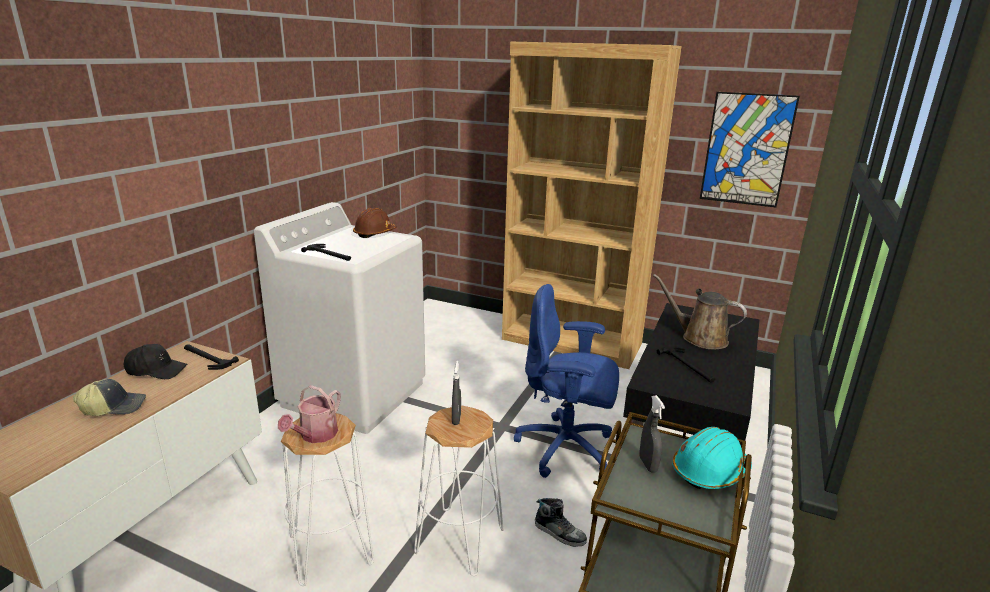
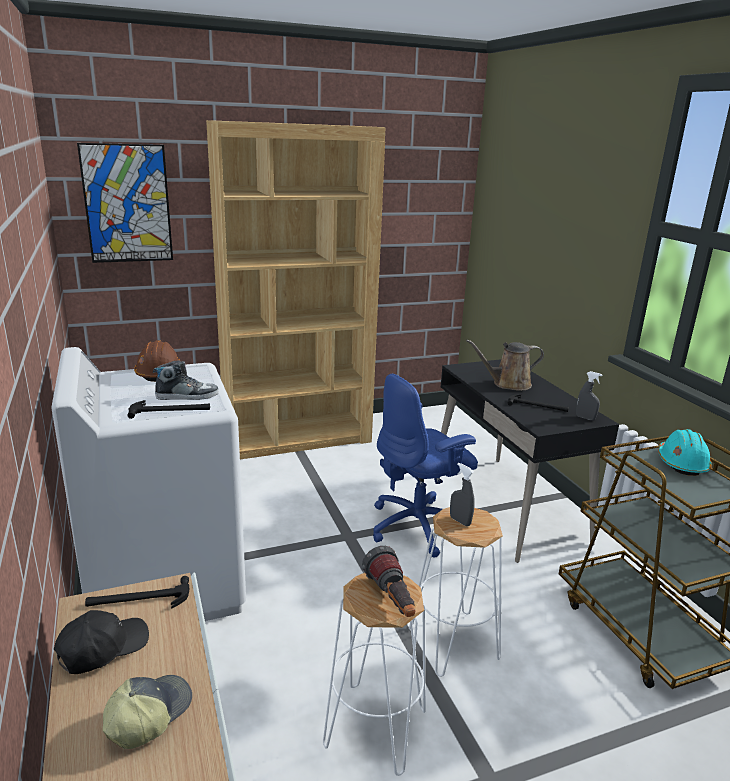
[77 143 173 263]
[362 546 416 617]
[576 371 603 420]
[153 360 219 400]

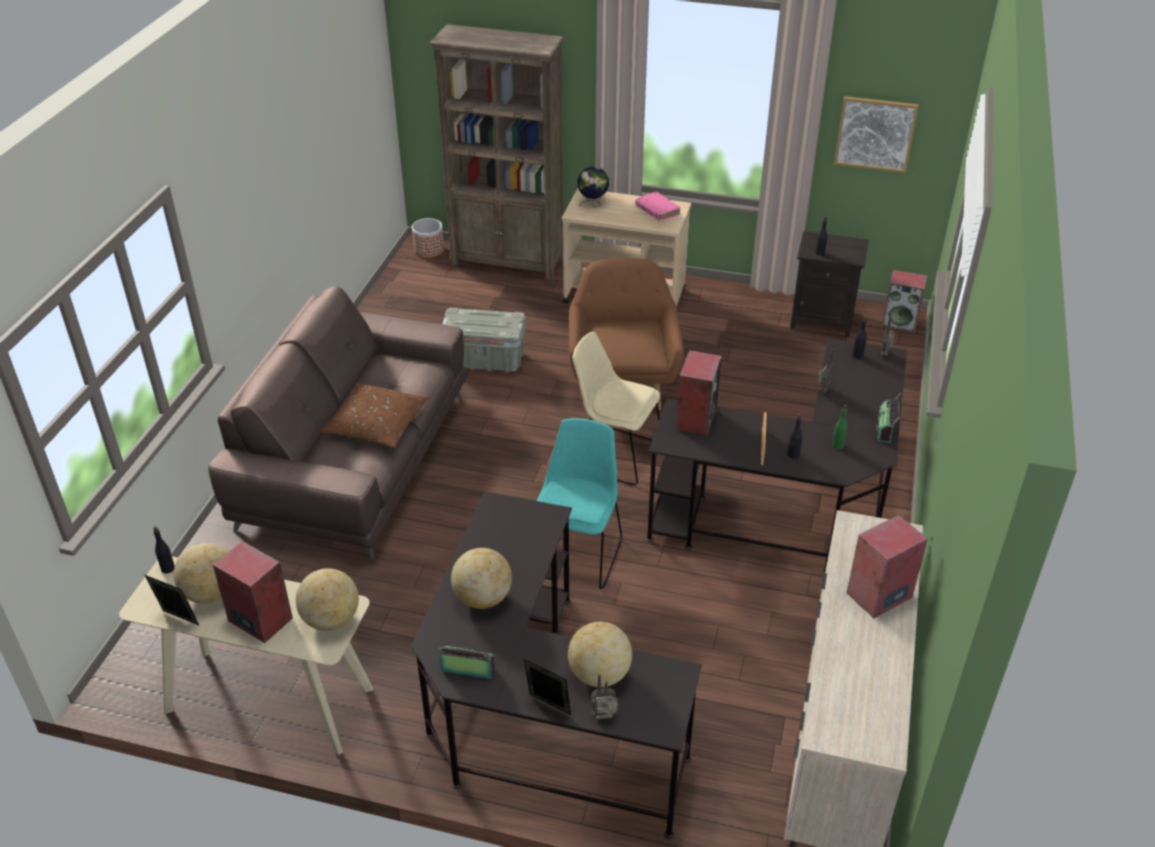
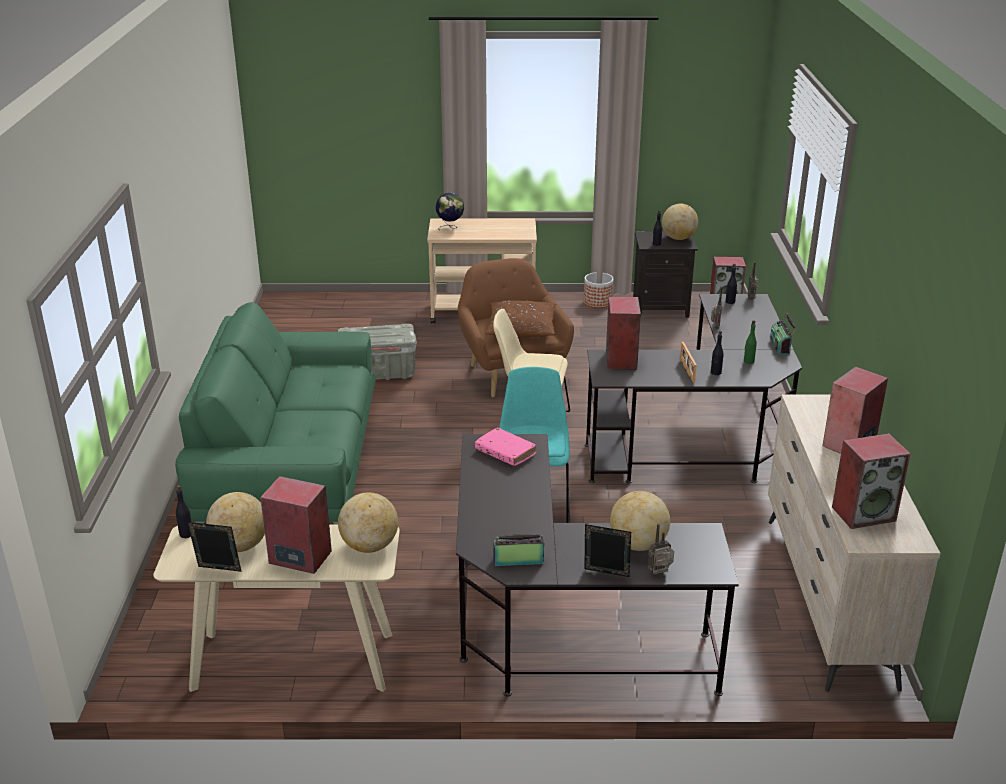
[429 24 564 281] (first image)
[834 96 919 173] (first image)
[475 428 536 466]
[584 272 613 308]
[175 302 376 525]
[486 300 556 337]
[662 204 698 240]
[832 433 910 529]

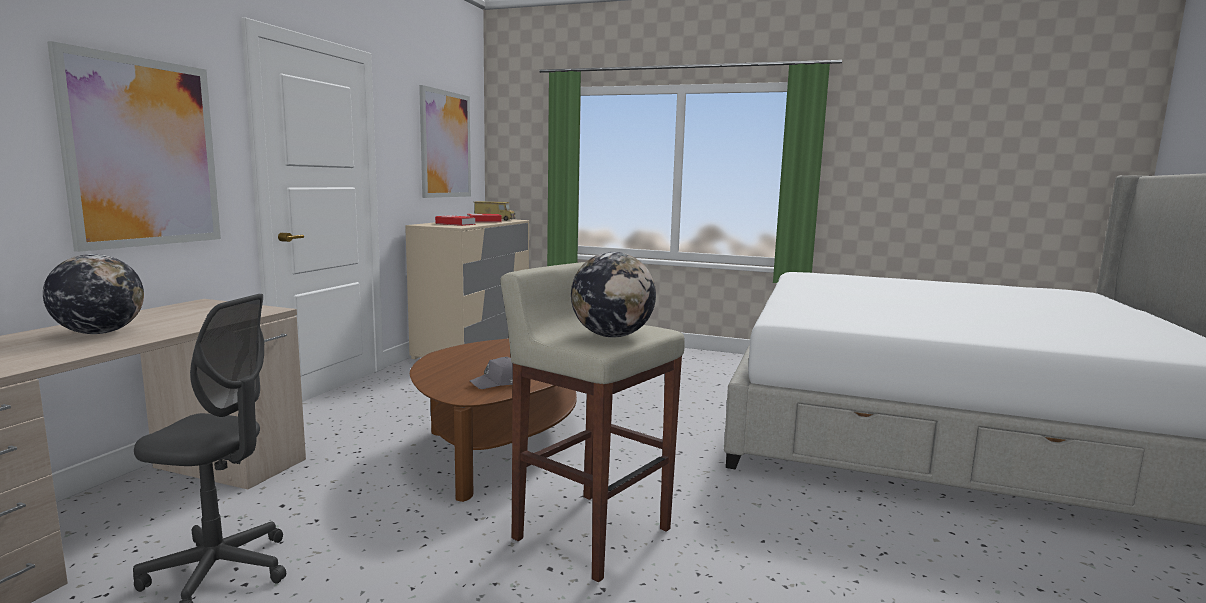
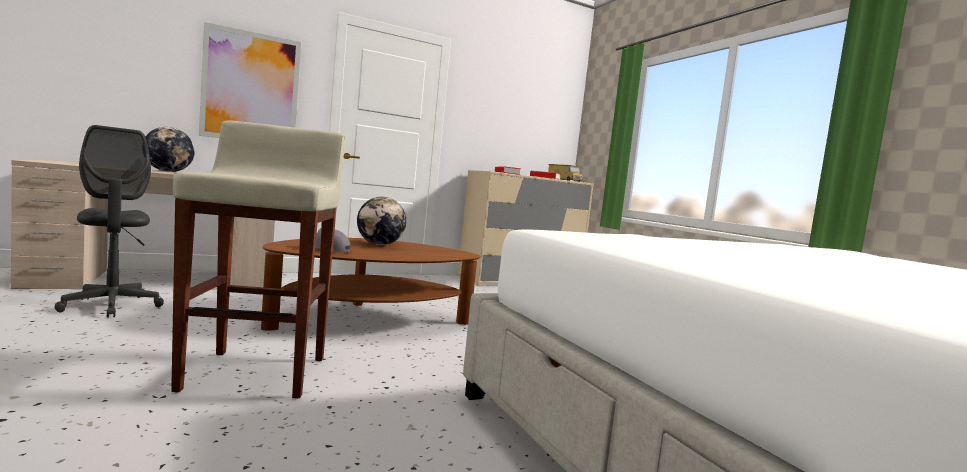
[419 85 471 198] (first image)
[357 197 406 245]

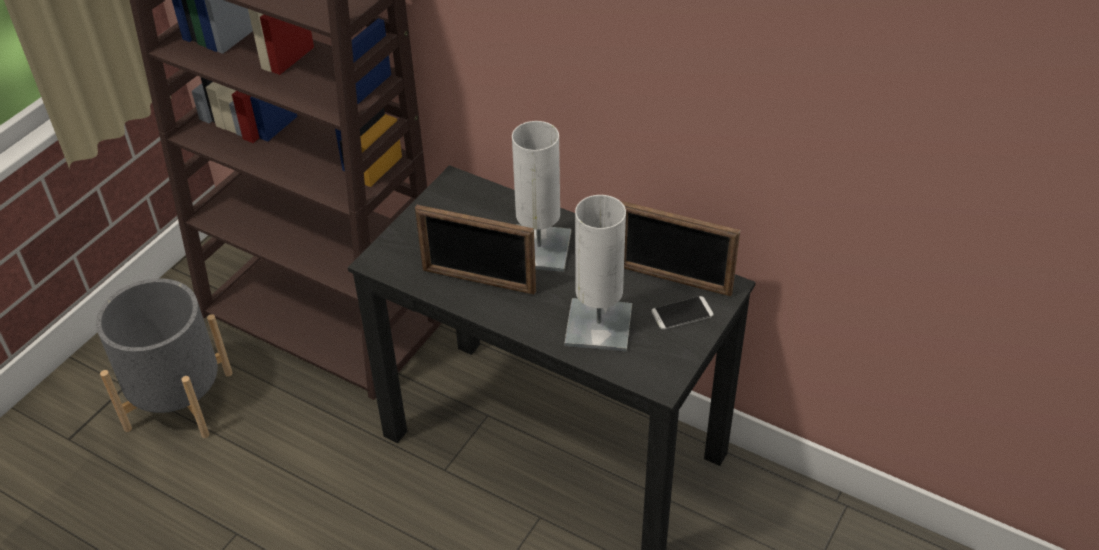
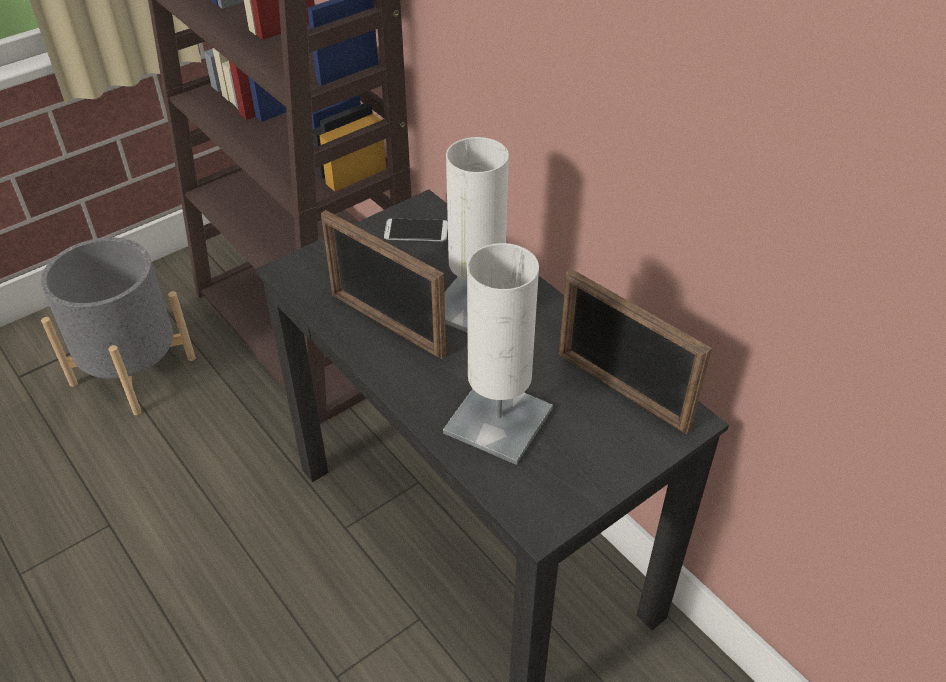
[384 219 448 241]

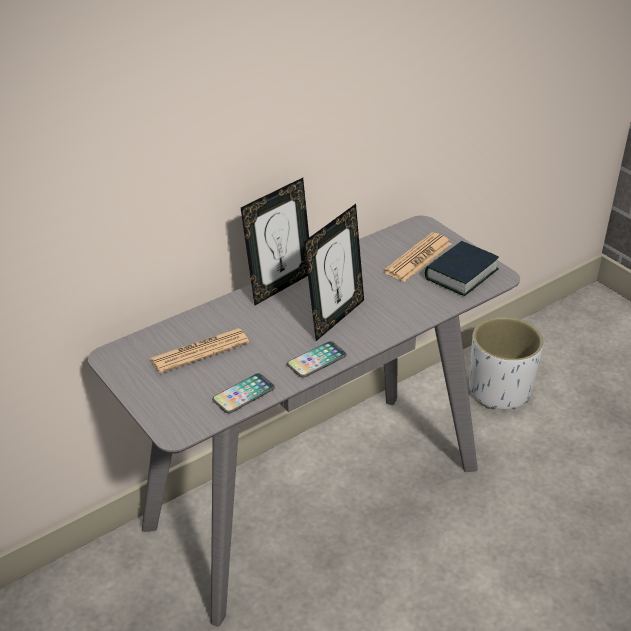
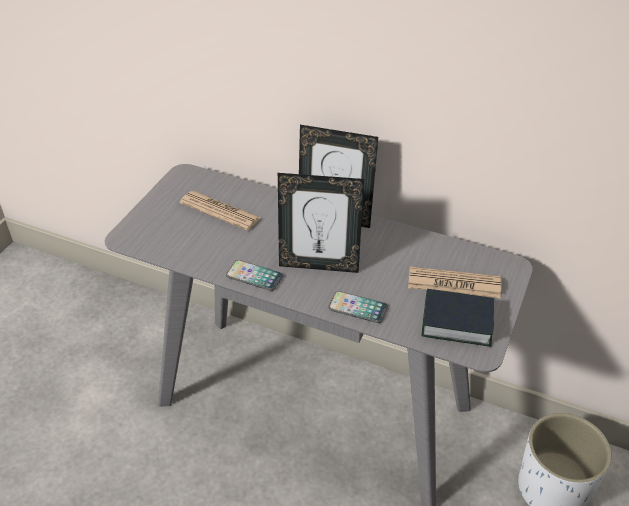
[328 291 388 323]

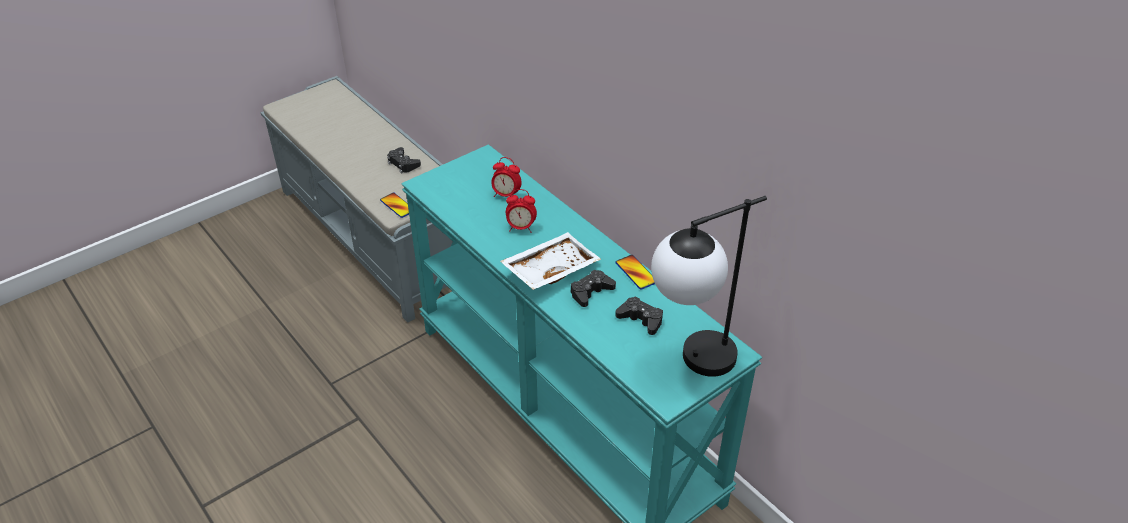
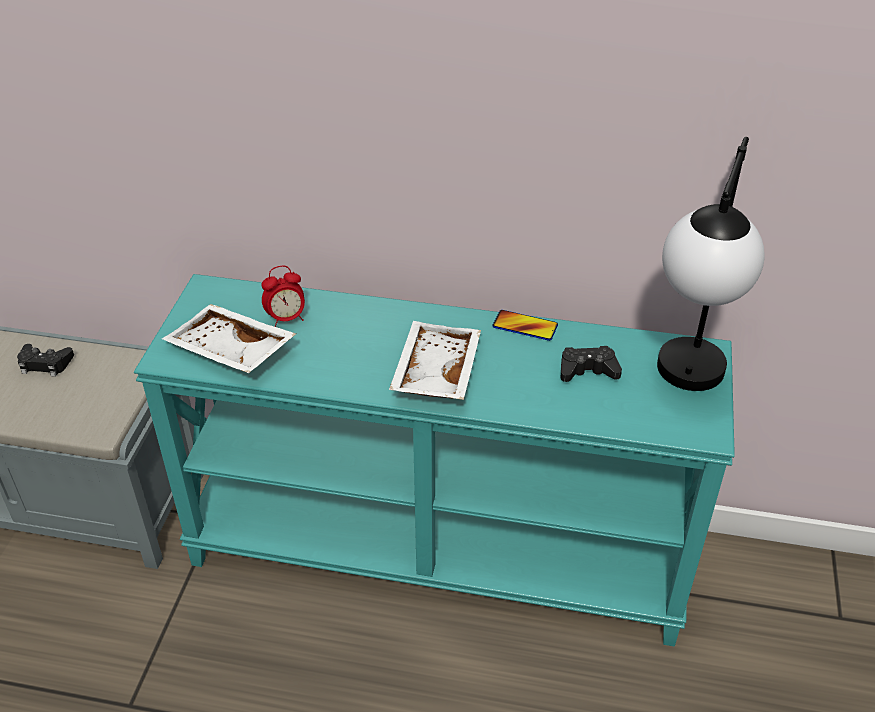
[506 189 537 233] (first image)
[380 193 409 218] (first image)
[571 270 616 307] (first image)
[162 304 296 373]

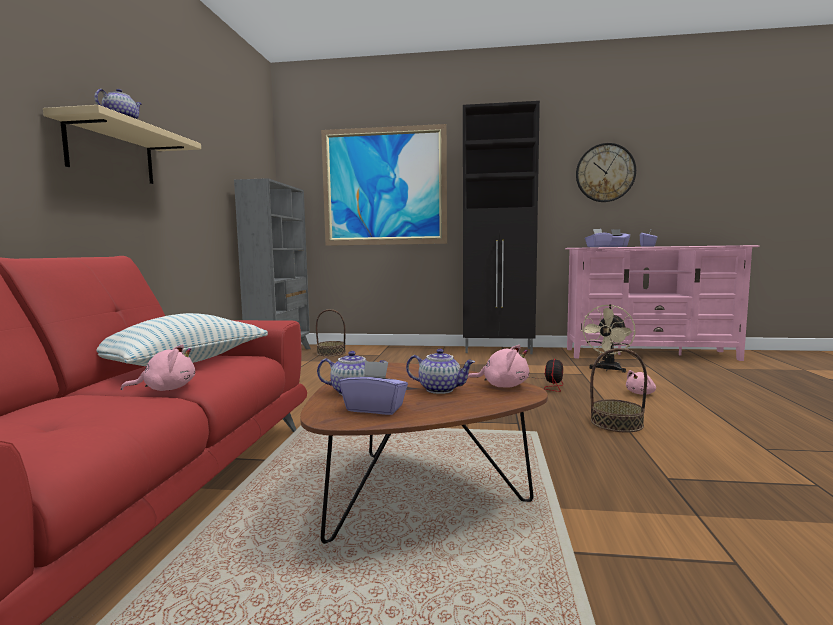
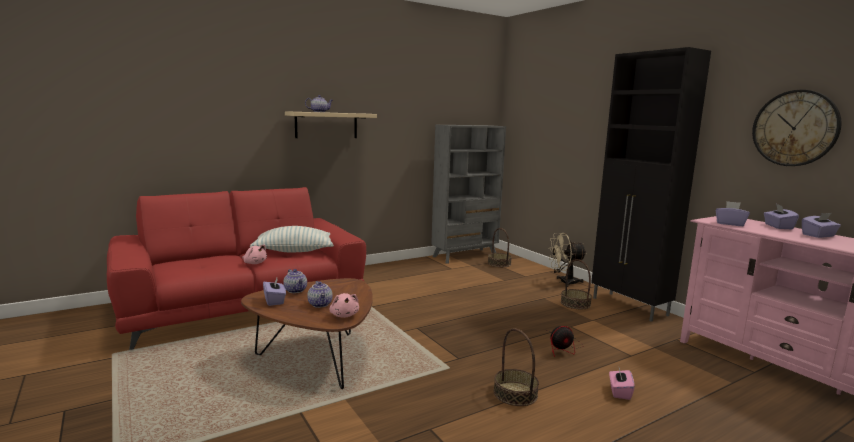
[321 124 447 246] (first image)
[548 233 586 287]
[609 368 635 400]
[560 259 592 309]

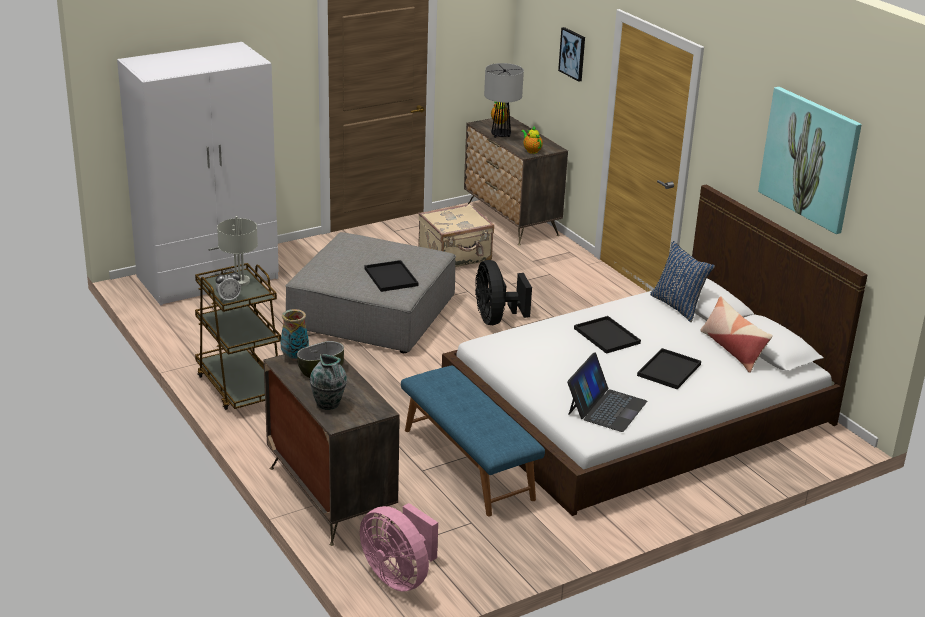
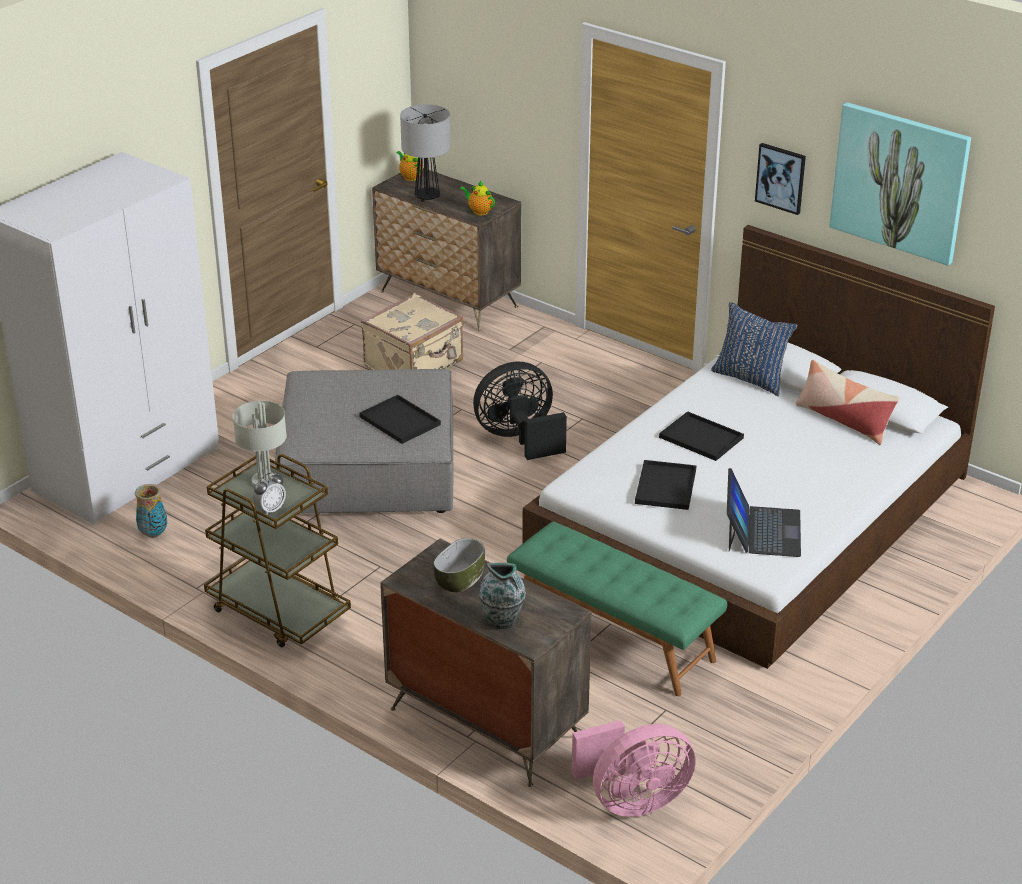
[755 143 806 215]
[473 361 567 460]
[135 484 167 538]
[635 460 697 510]
[507 522 727 696]
[572 720 696 817]

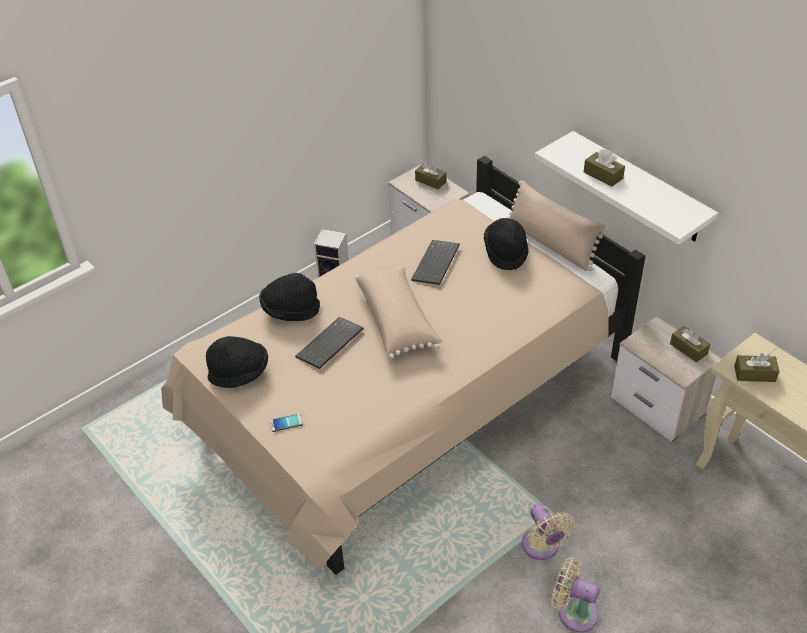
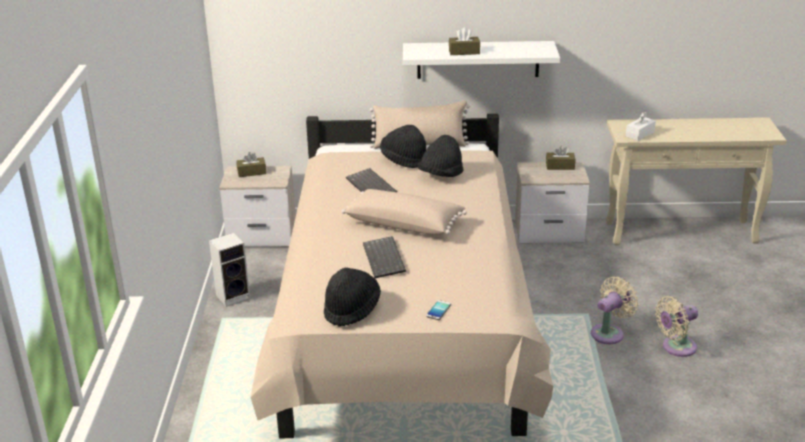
[417 135 463 177]
[626 112 656 141]
[591 277 639 344]

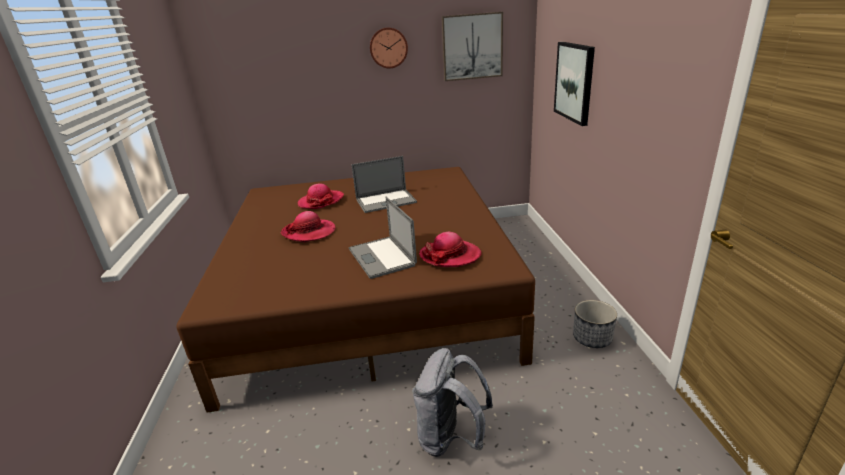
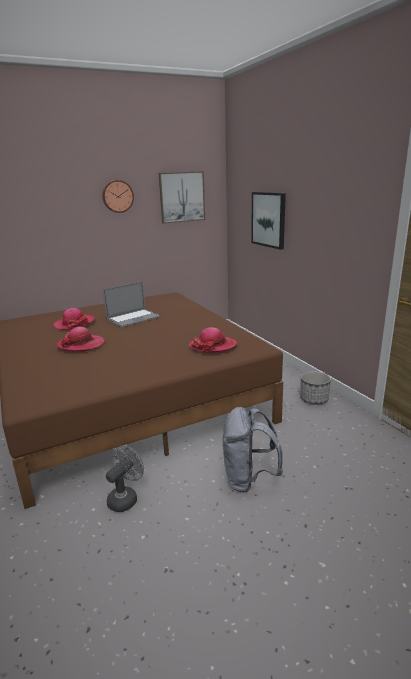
[349 197 417 279] (first image)
[106 446 144 512]

